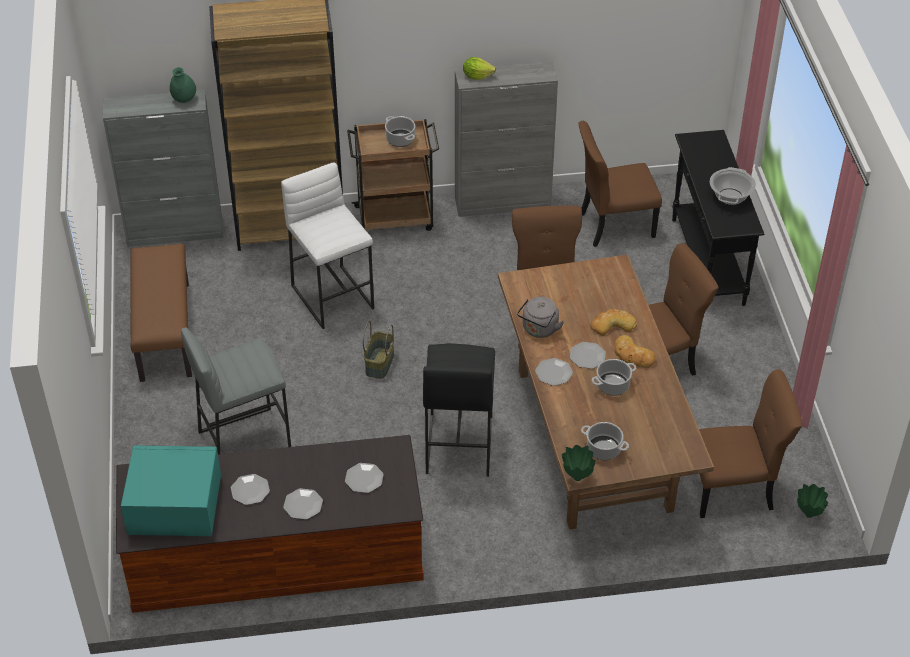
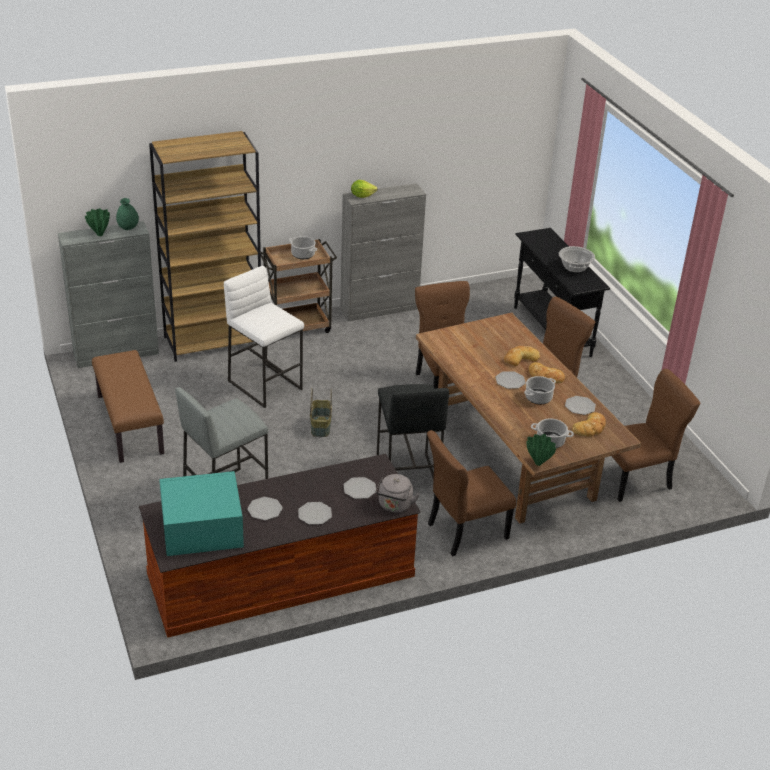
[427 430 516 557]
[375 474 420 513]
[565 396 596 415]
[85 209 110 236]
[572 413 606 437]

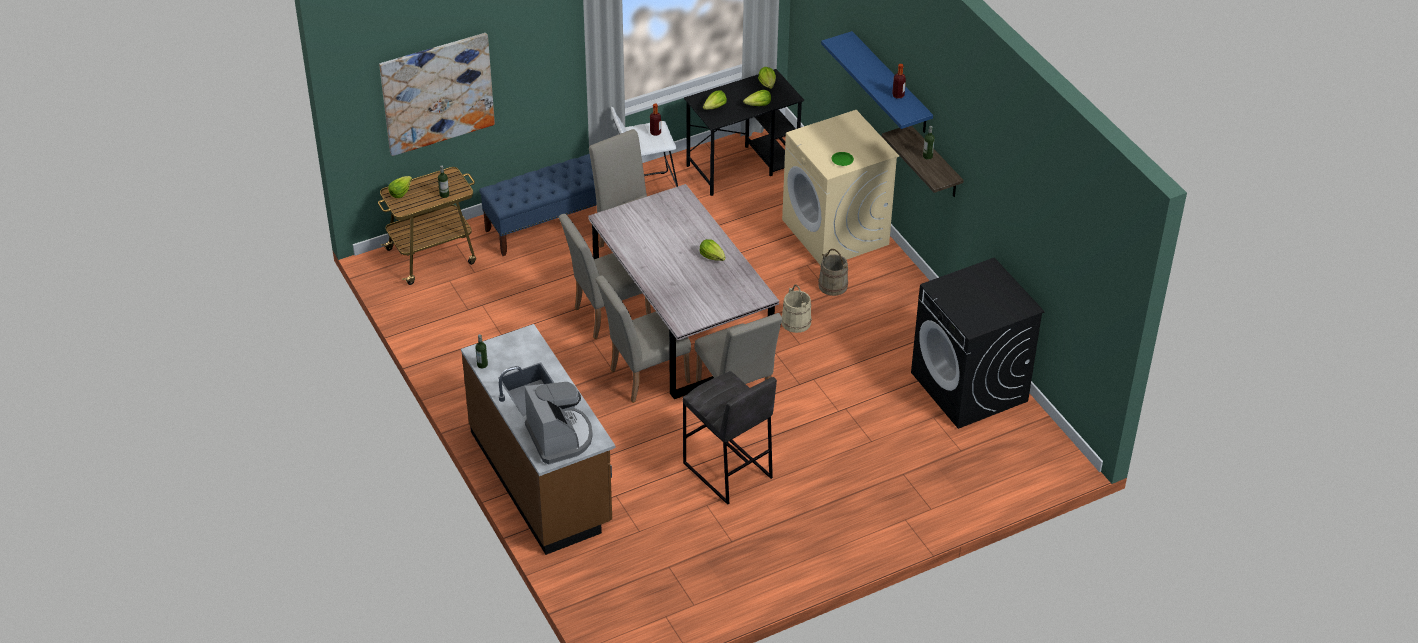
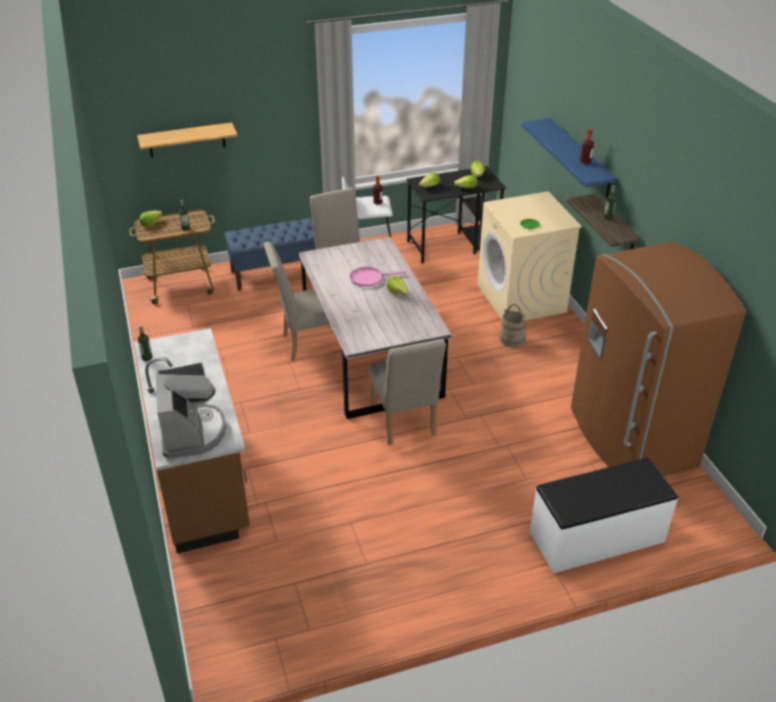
[137 122 238 158]
[571 242 747 477]
[596 275 691 403] (first image)
[782 284 812 333] (first image)
[683 371 777 505] (first image)
[350 267 406 287]
[530 458 678 573]

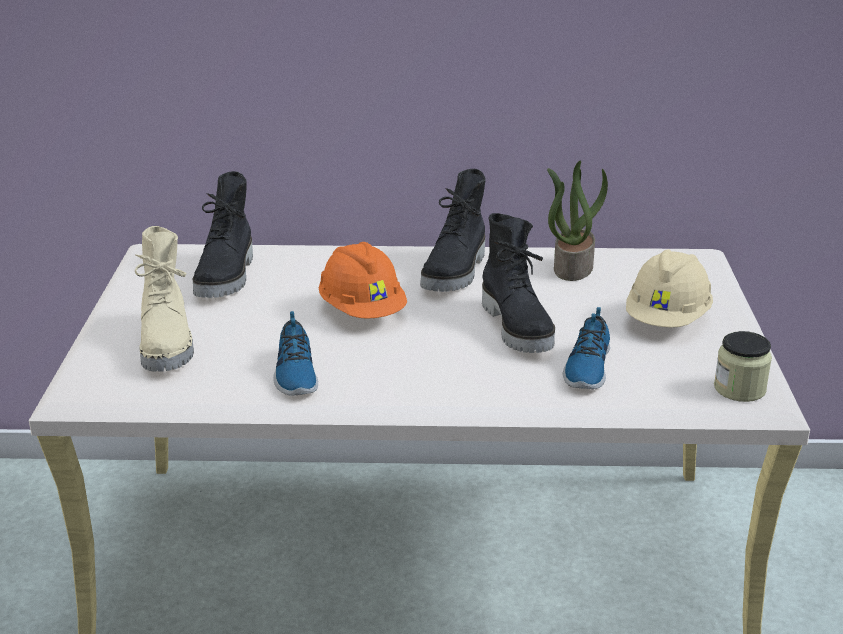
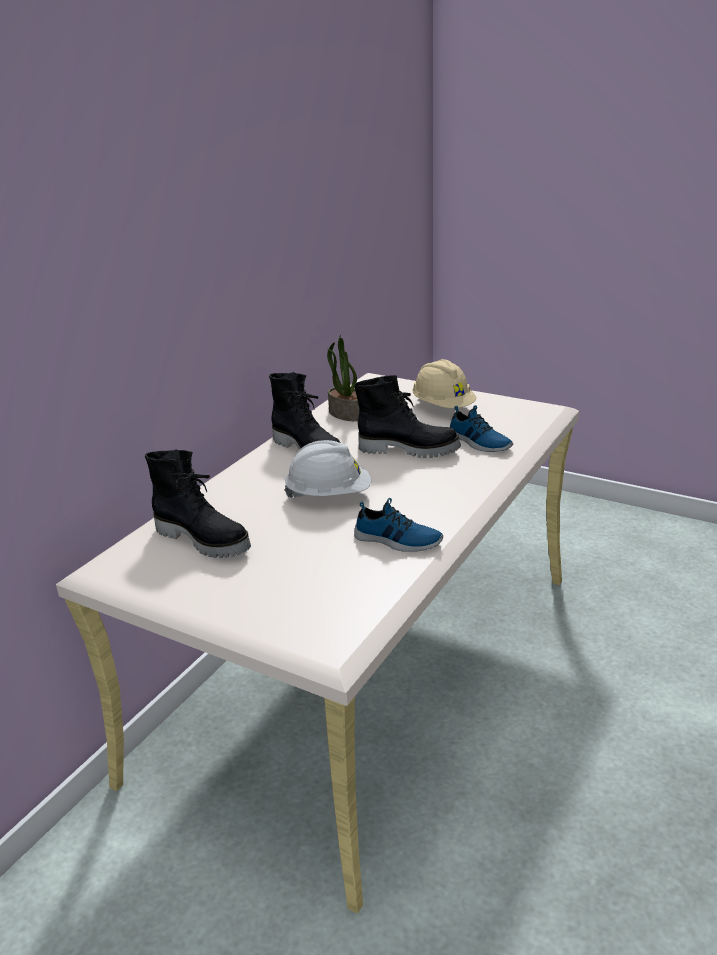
[134 226 194 372] (first image)
[284 440 371 498]
[714 331 772 402] (first image)

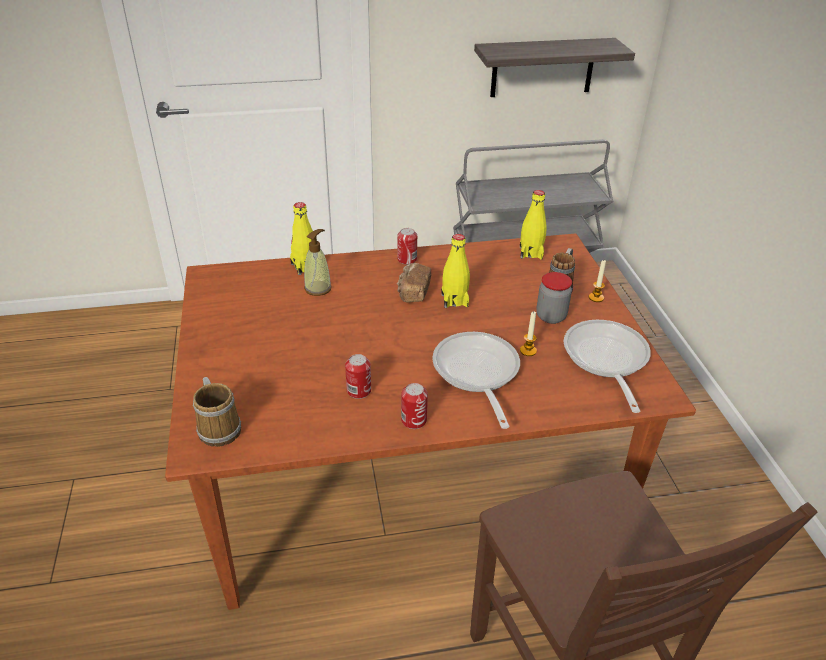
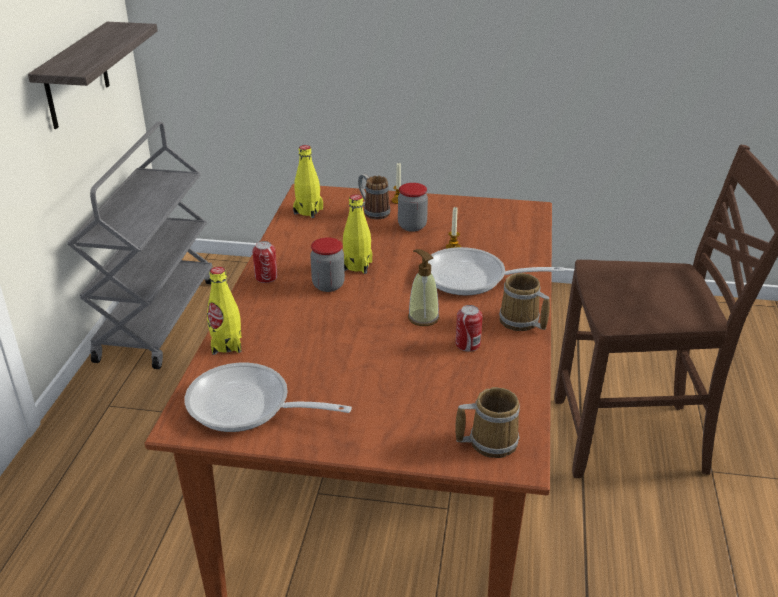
[408 249 439 326]
[310 238 345 292]
[185 363 352 432]
[499 273 550 331]

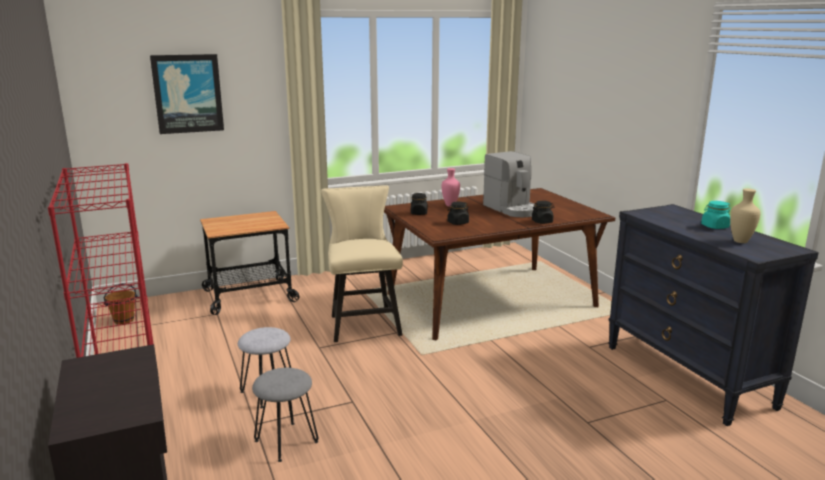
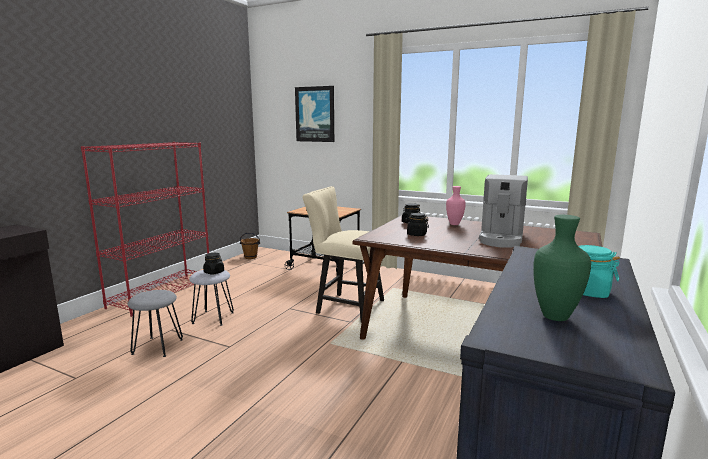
[302 186 384 323]
[533 215 591 321]
[203 253 224 275]

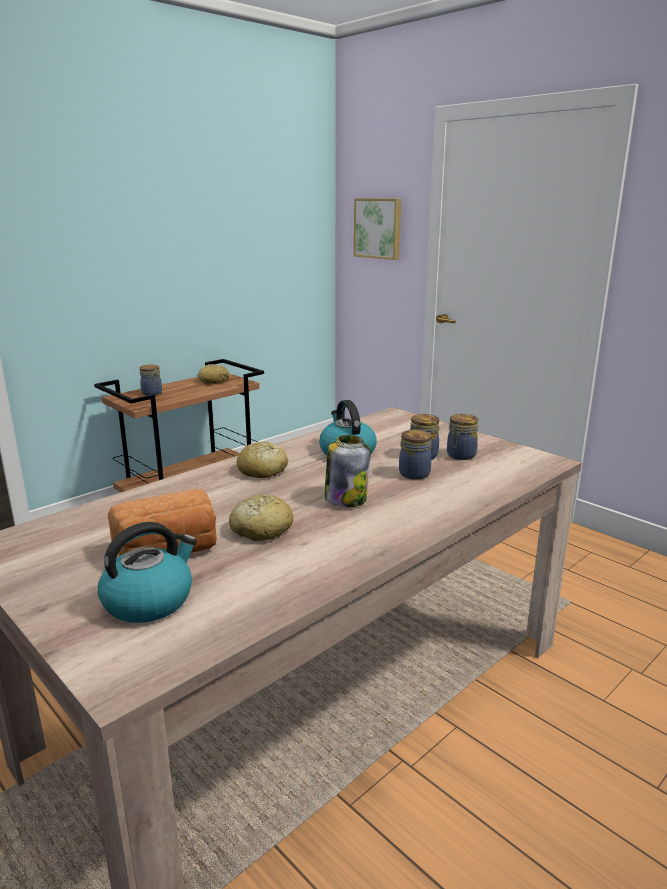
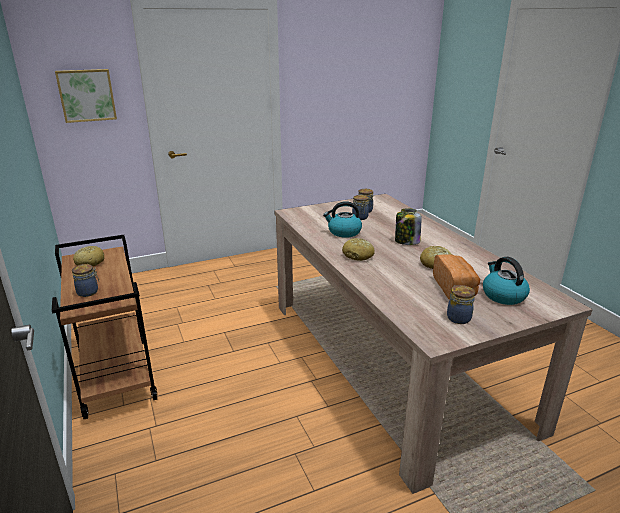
[447 285 475 324]

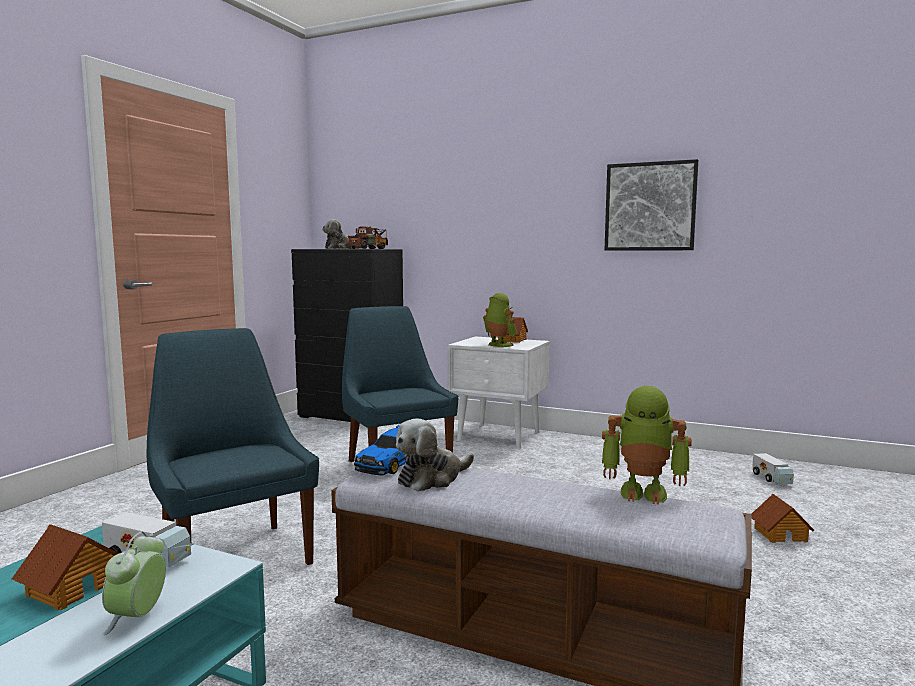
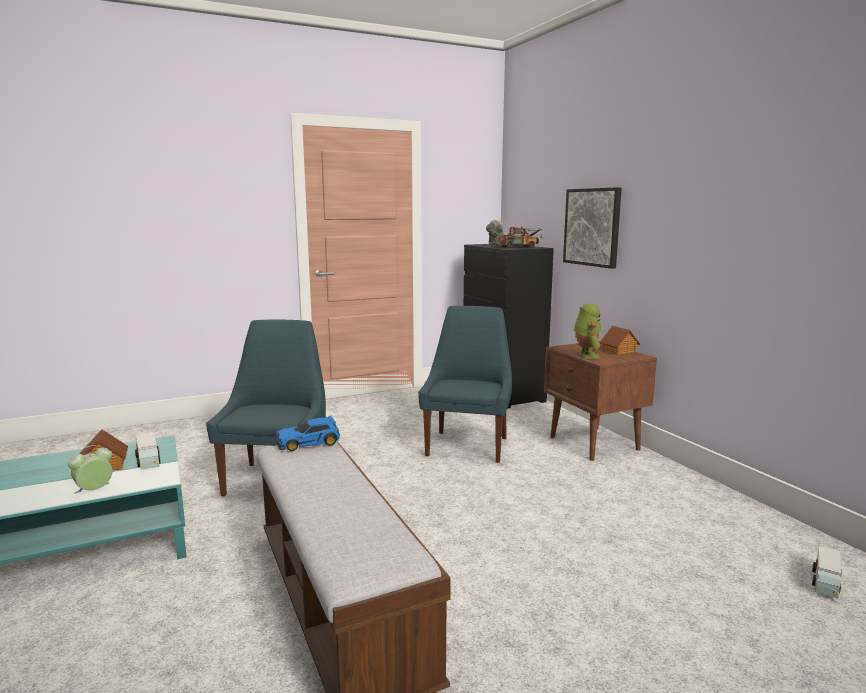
[563 187 622 269]
[544 341 657 461]
[602 386 692 505] (first image)
[396 419 474 492] (first image)
[752 494 814 543] (first image)

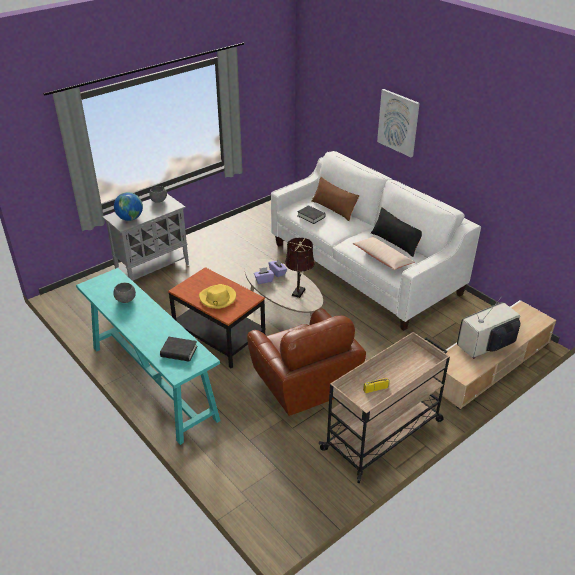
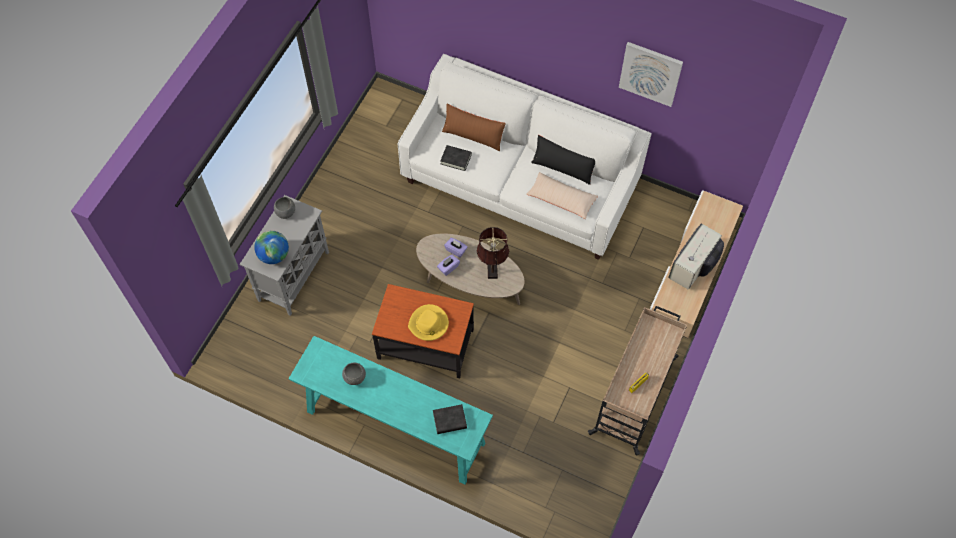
[619 42 683 107]
[247 308 366 416] (first image)

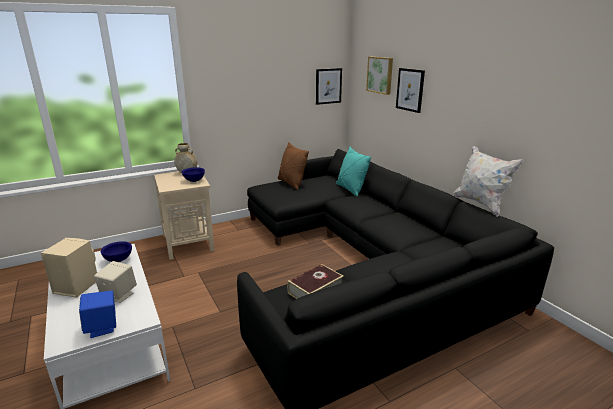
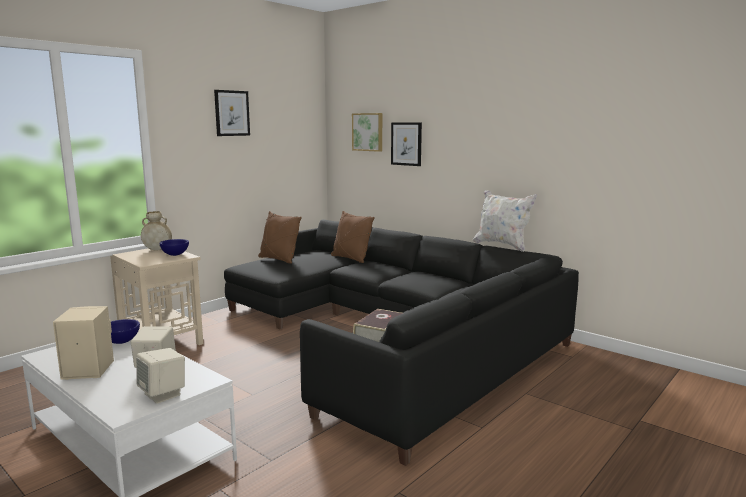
[214 90 250 136]
[331 211 375 263]
[136 348 185 404]

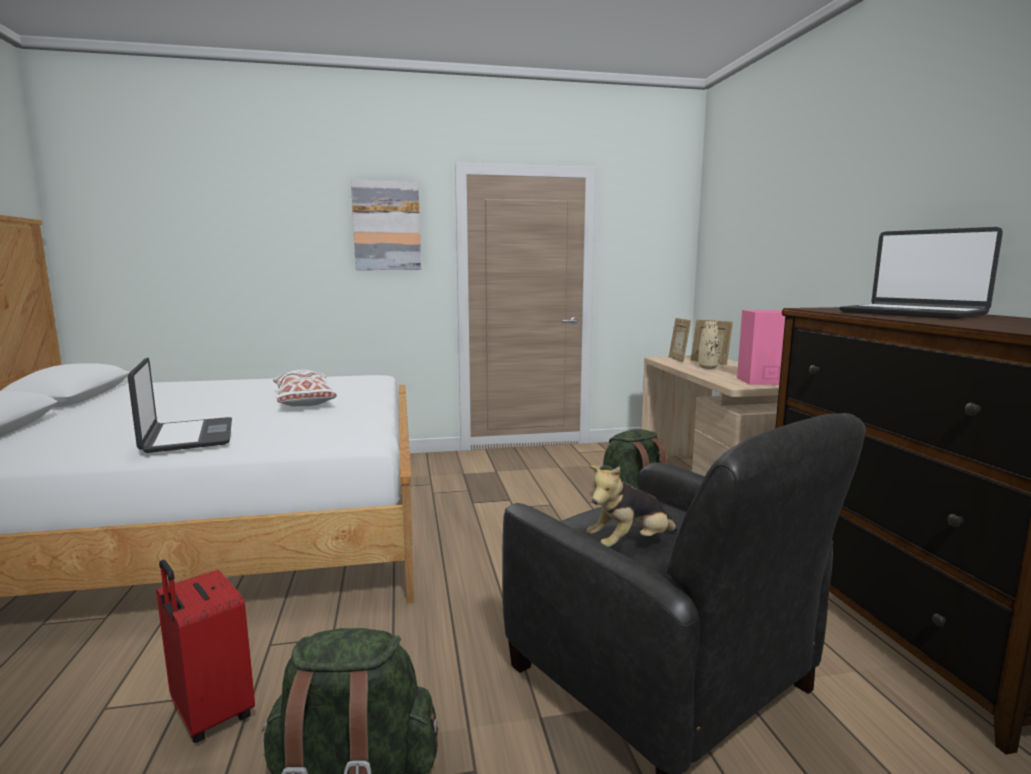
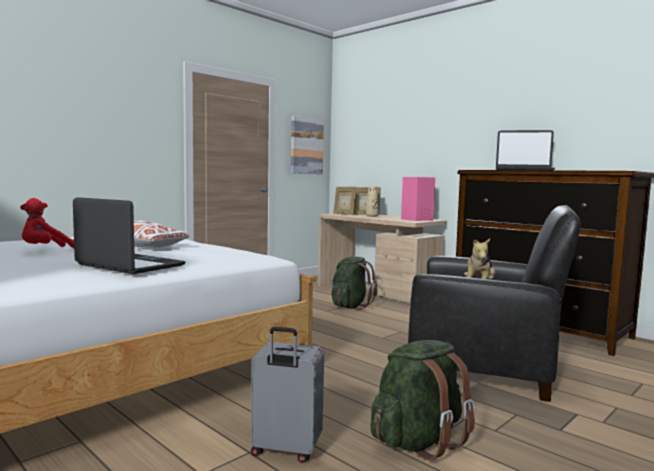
[291 116 324 174]
[251 327 324 463]
[20 198 74 248]

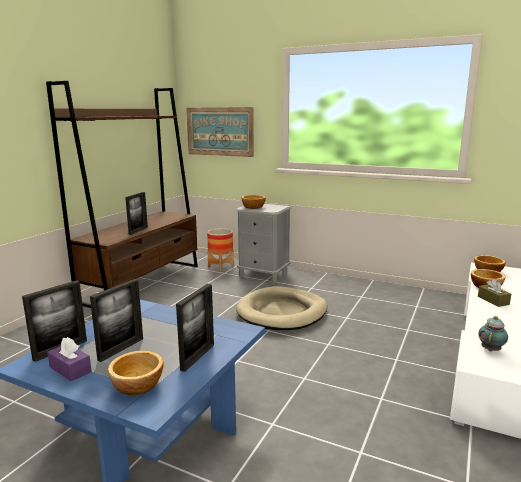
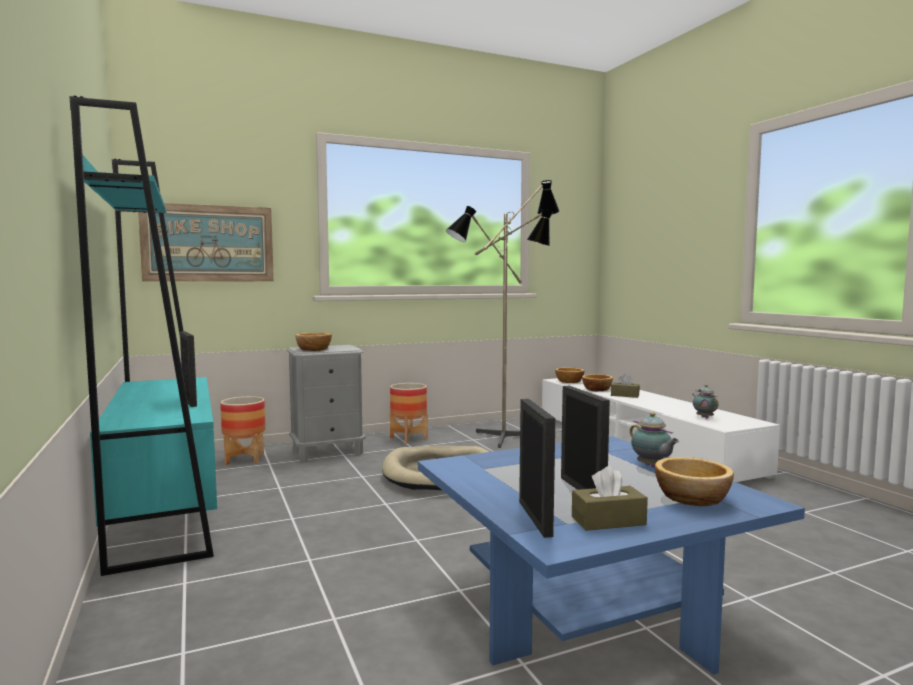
[70 96 217 576]
[630 412 679 468]
[572 466 648 531]
[446 180 560 448]
[390 383 428 443]

